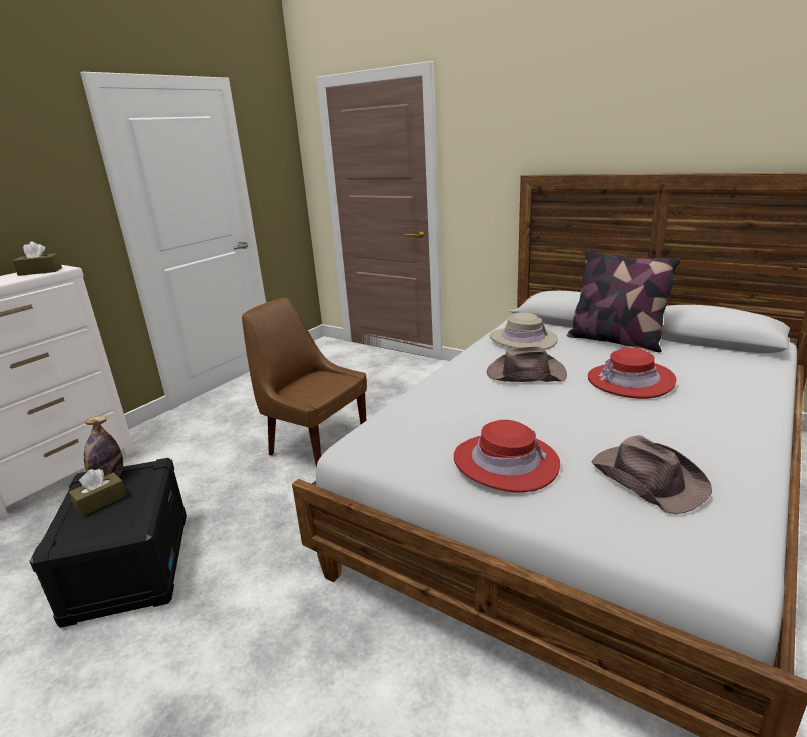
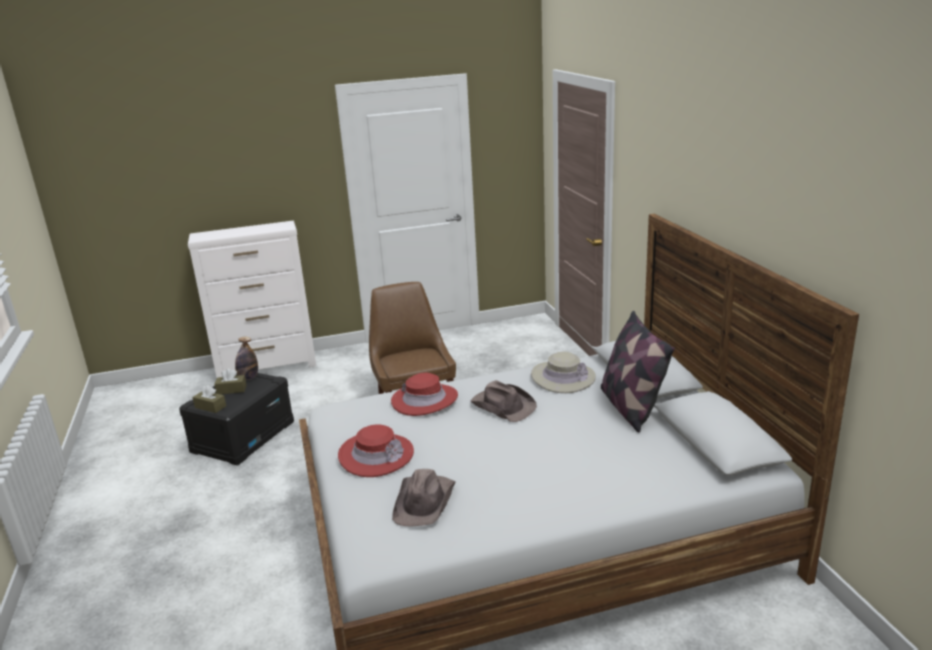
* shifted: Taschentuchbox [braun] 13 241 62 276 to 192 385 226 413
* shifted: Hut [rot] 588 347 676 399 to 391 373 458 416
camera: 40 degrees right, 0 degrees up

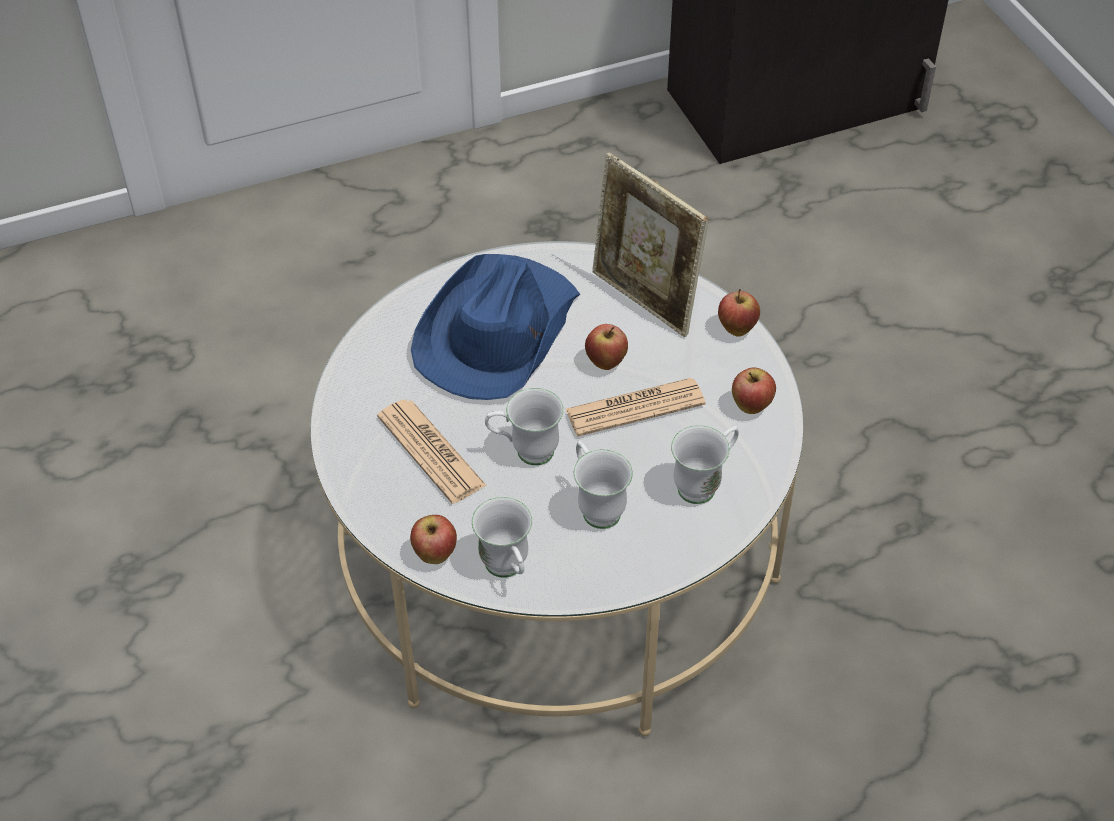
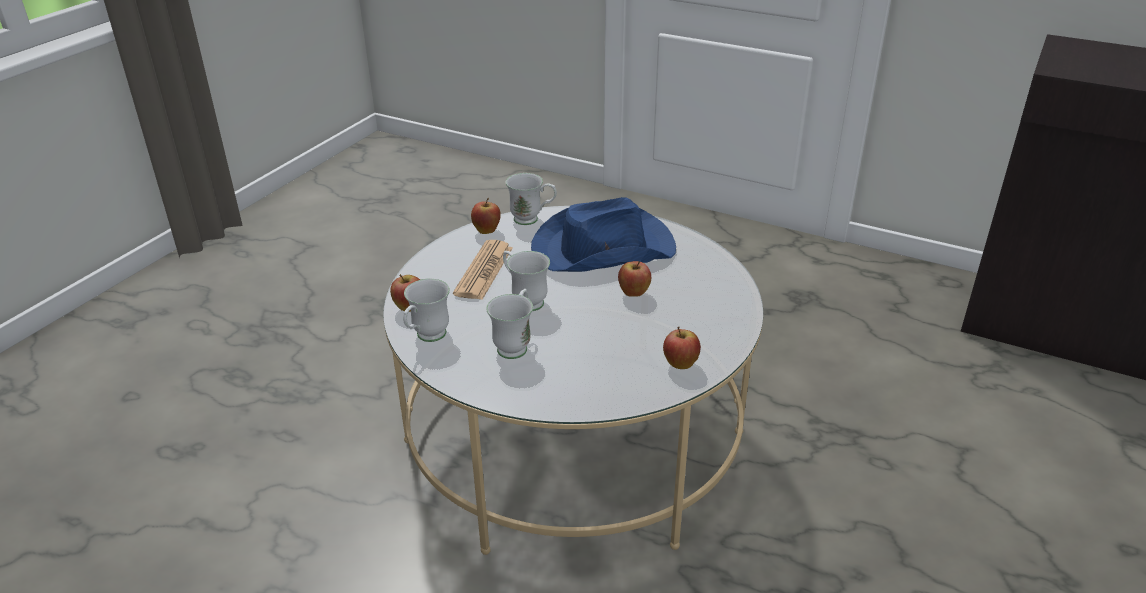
* shifted: Apfel 718 289 760 336 to 471 198 501 234
* shifted: Henkelbecher [weiß] 671 425 739 504 to 505 173 557 225
* gone: Zeitung 565 378 706 436
* gone: Bilderrahmen 592 152 709 337
camera: 50 degrees right, 15 degrees down

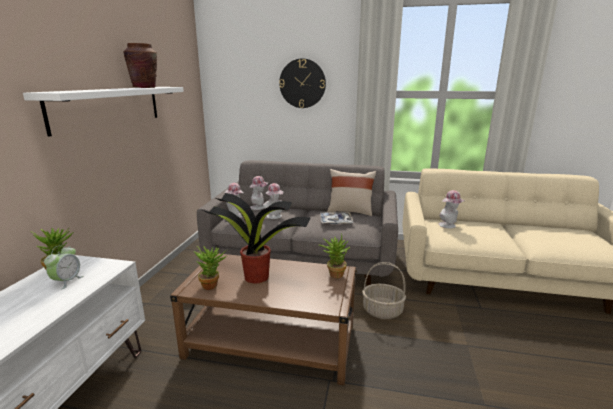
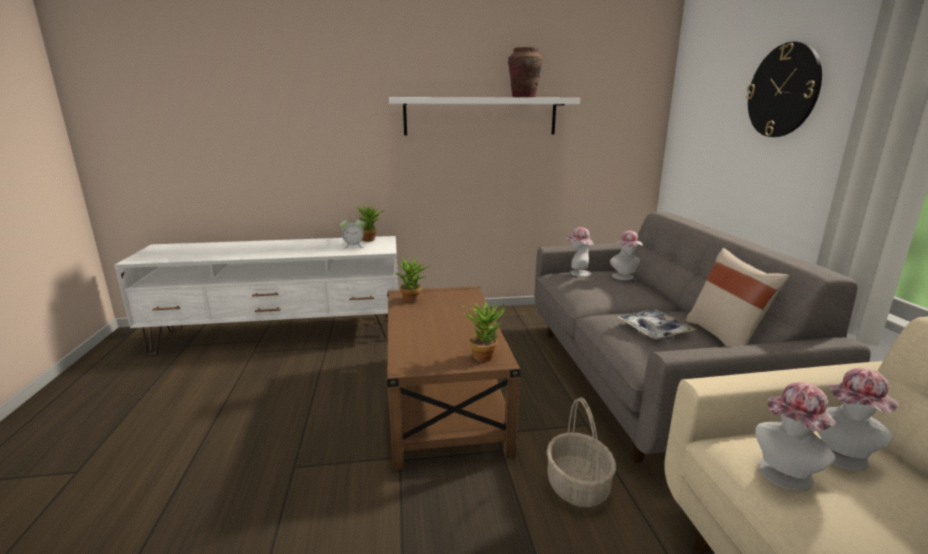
* shifted: Hut 263 183 283 219 to 755 382 836 491
* gone: Topfpflanze 203 193 311 283
camera: 70 degrees right, 0 degrees up

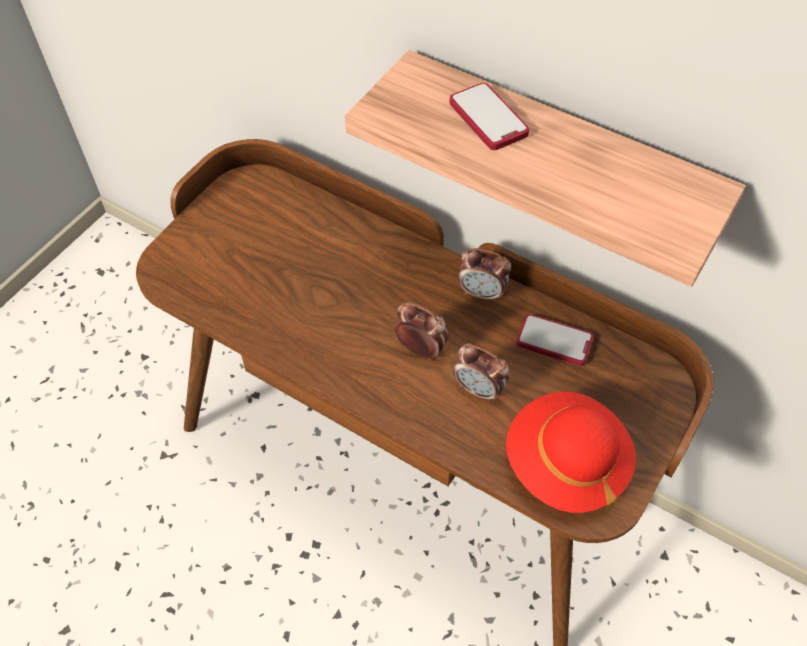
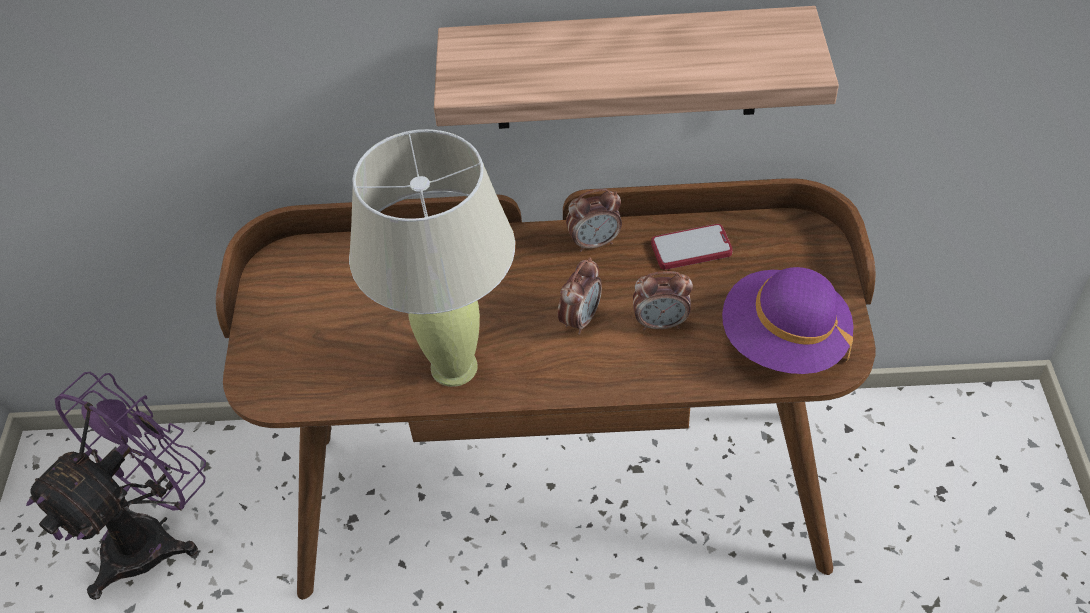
* new: Ventilator [lila] 26 372 206 600
* new: Tischlampe [beige] 349 129 515 387
* rotated: Wecker 395 302 448 360 = 558 257 602 335 120 degrees clockwise
* repainted: Hut [rot] 506 392 636 515 to Hut [lila] 722 267 854 374
* gone: Handy 449 83 529 150
camera: 30 degrees left, 5 degrees down

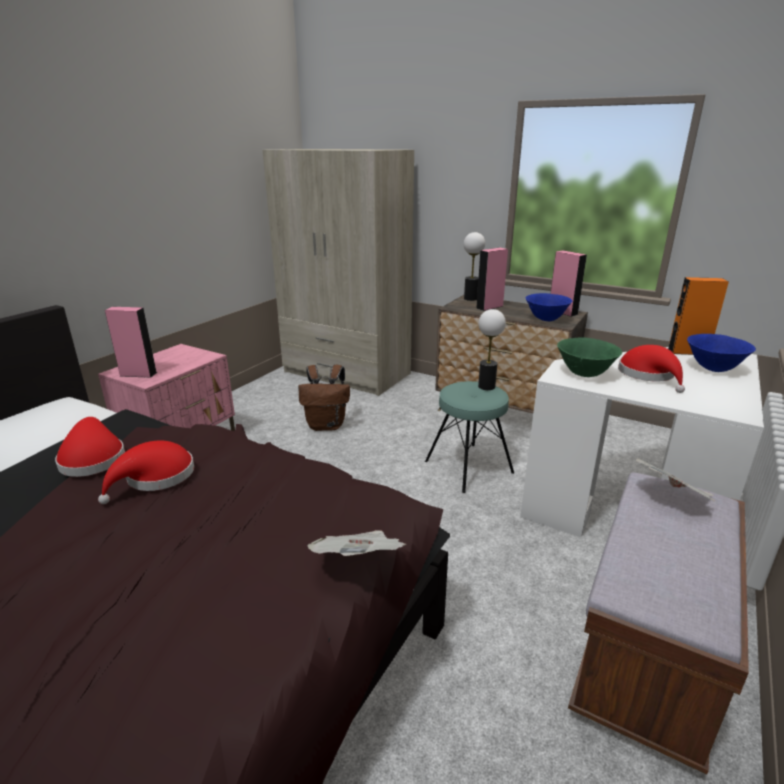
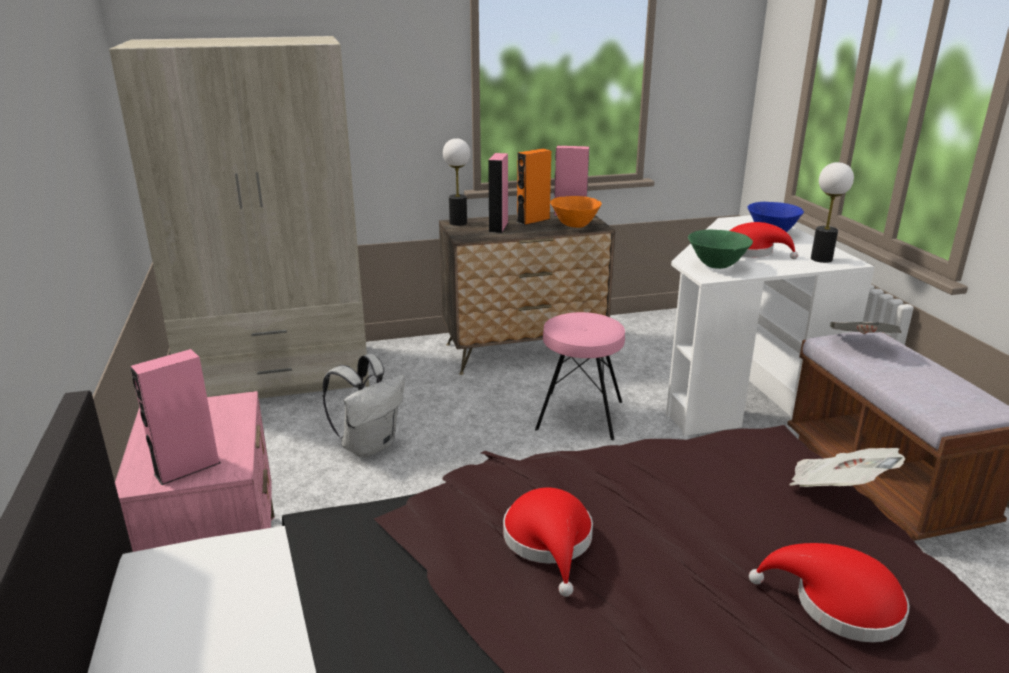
* repainted: Rucksack [braun] 298 365 350 431 to Rucksack [weiß] 323 354 405 458
* shifted: Lautsprecher [orange] 668 277 729 355 to 517 148 551 225
* repainted: Hocker [türkis] 425 381 514 493 to Hocker [rosa] 535 312 625 440
* repainted: Schüssel [blau] 526 293 572 321 to Schüssel [orange] 550 196 602 228
* shifted: Hut [rot] 55 417 125 477 to 749 543 910 642
* shifted: Tischlampe 478 309 506 390 to 811 162 854 263
camera: 45 degrees left, 0 degrees up

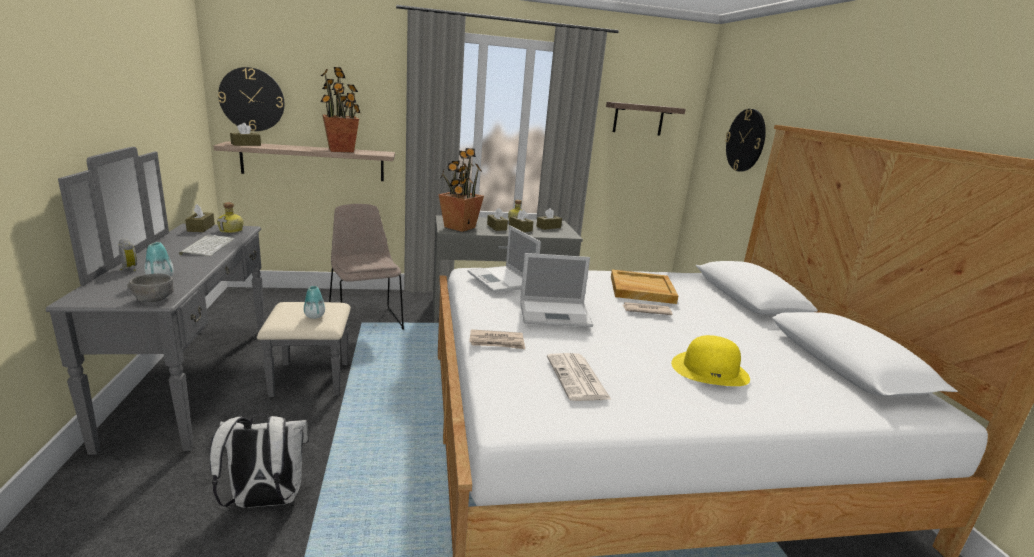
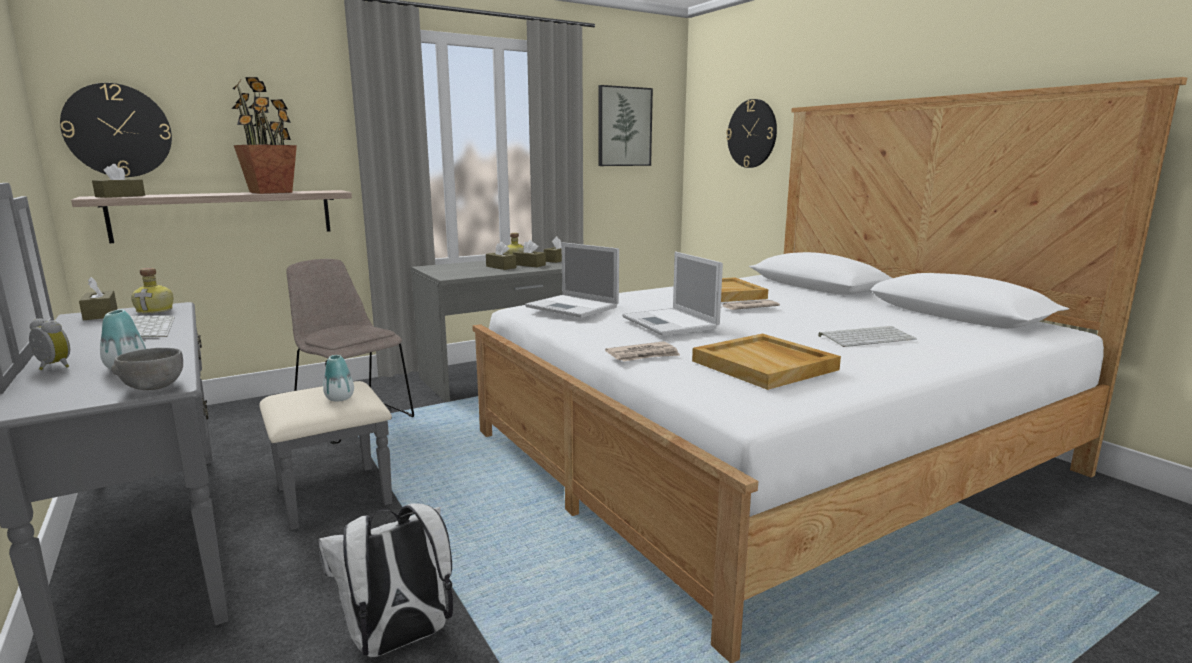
* swapped: Wandregal 606 102 686 136 to Bild 598 85 653 166
* rotated: Laptop 520 253 593 327 = 622 252 723 336 90 degrees clockwise
* swapped: Zeitung 547 353 612 401 to Tablett [beige] 692 334 841 390
* swapped: Hut [gelb] 671 335 750 386 to Tastatur 818 326 917 347
* gone: Topfpflanze 439 148 484 232
camera: 20 degrees left, 5 degrees down

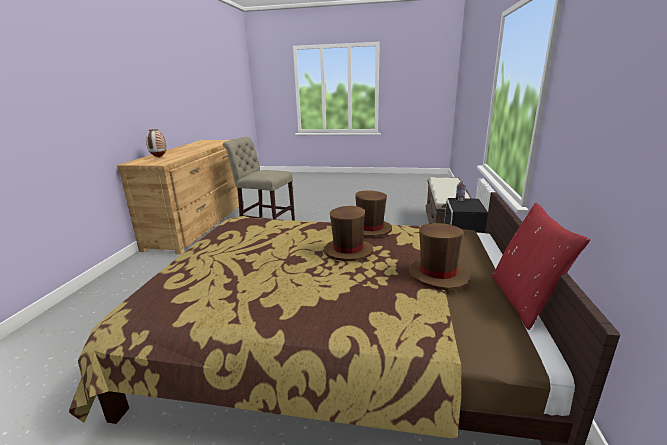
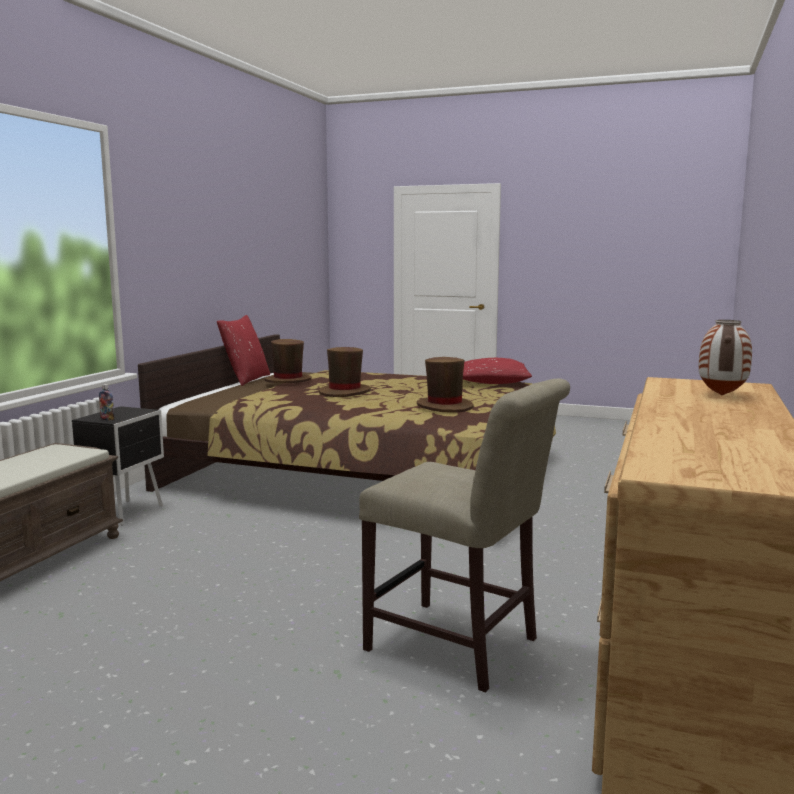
* shifted: Hut [braun] 355 190 392 237 to 417 357 474 413
* new: Kissen [rot] 463 358 532 384
camera: 170 degrees left, 10 degrees down

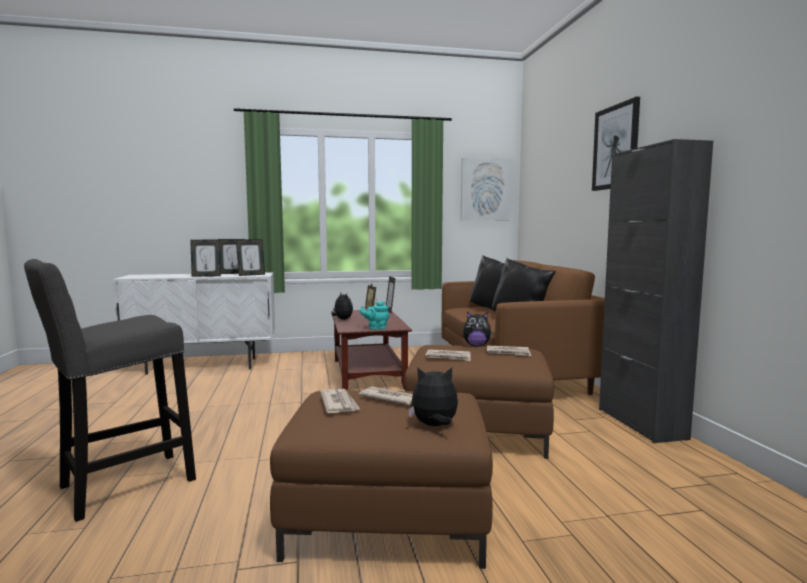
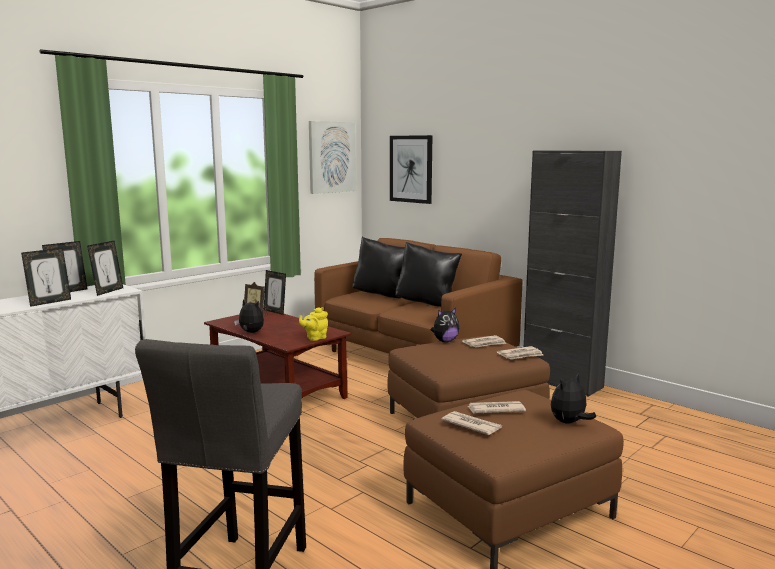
* repainted: Teekanne [türkis] 360 301 389 330 to Teekanne [gelb] 299 307 328 341
* shifted: Bild 592 97 640 191 to 390 135 432 204
* shifted: Zeitung 426 349 471 361 to 497 346 543 359
camera: 35 degrees left, 5 degrees up

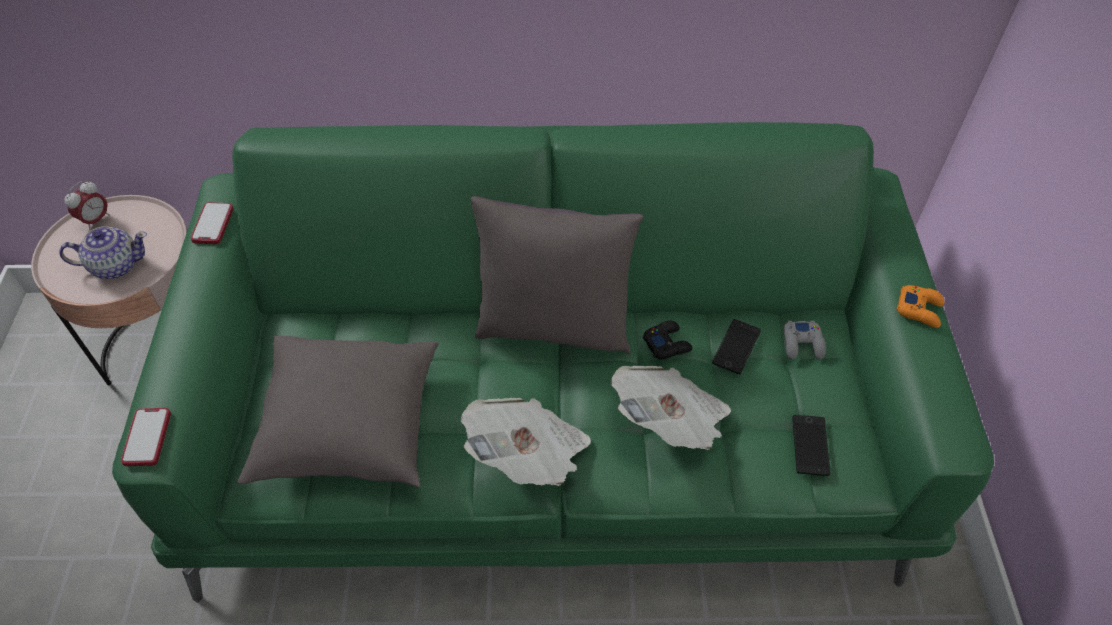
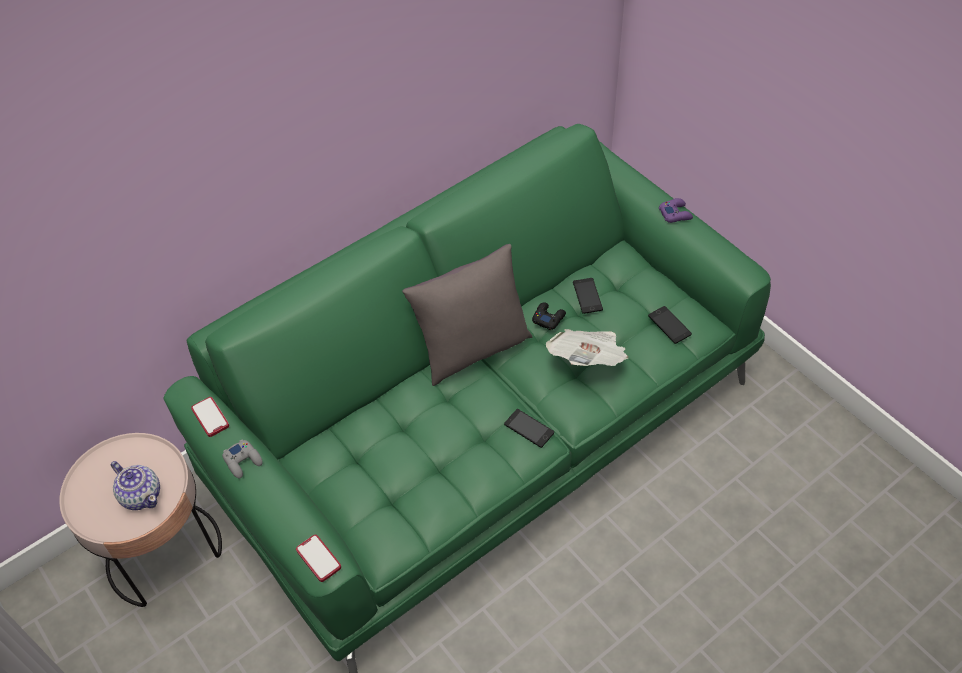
* rotated: Teekanne 59 226 147 279 = 111 461 160 510 90 degrees clockwise
* shifted: Gamepad [grau] 784 321 826 359 to 222 439 263 478
* swapped: Zeitung 461 398 591 486 to Handy 504 409 554 448
* repainted: Gamepad [orange] 897 285 945 328 to Gamepad [lila] 659 198 693 223
* gone: Wecker 64 180 110 230
* gone: Kissen [grau] 238 335 438 488
camera: 35 degrees left, 0 degrees up

